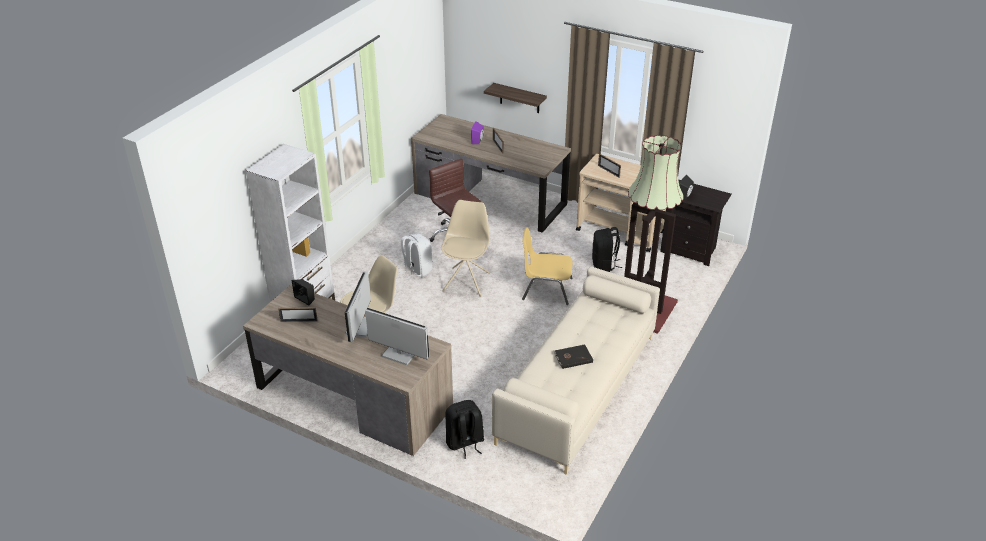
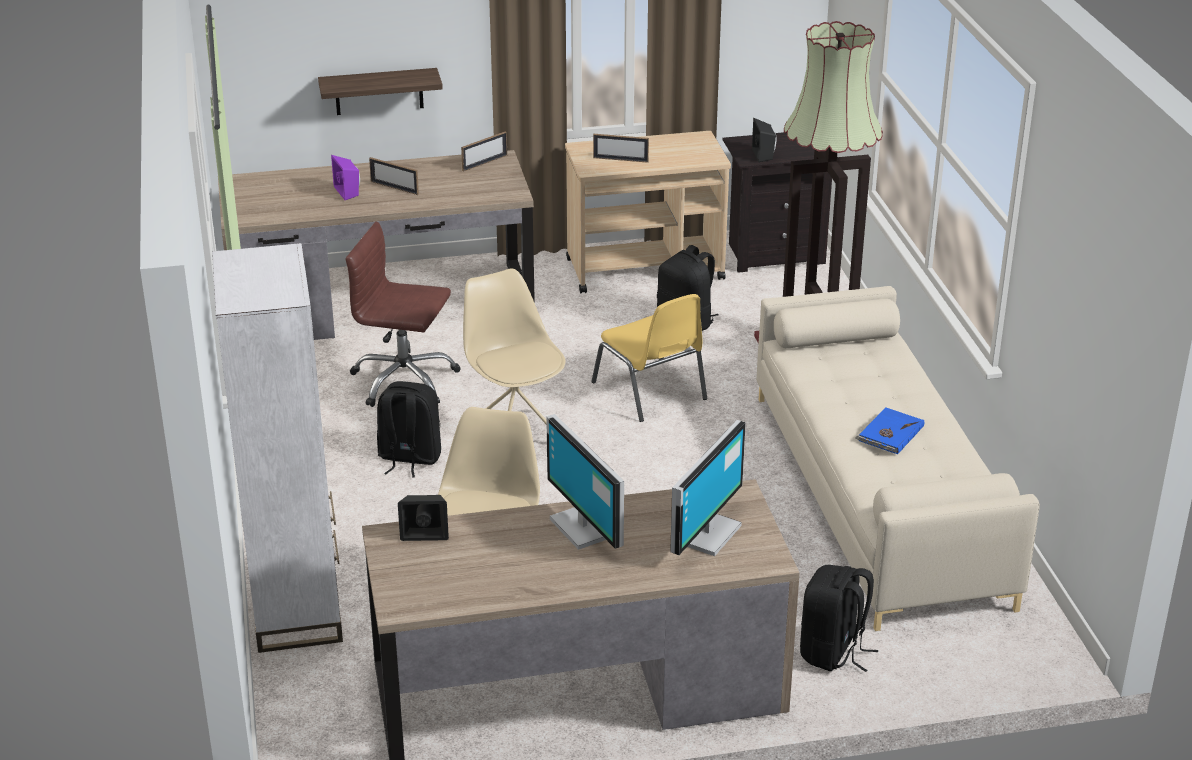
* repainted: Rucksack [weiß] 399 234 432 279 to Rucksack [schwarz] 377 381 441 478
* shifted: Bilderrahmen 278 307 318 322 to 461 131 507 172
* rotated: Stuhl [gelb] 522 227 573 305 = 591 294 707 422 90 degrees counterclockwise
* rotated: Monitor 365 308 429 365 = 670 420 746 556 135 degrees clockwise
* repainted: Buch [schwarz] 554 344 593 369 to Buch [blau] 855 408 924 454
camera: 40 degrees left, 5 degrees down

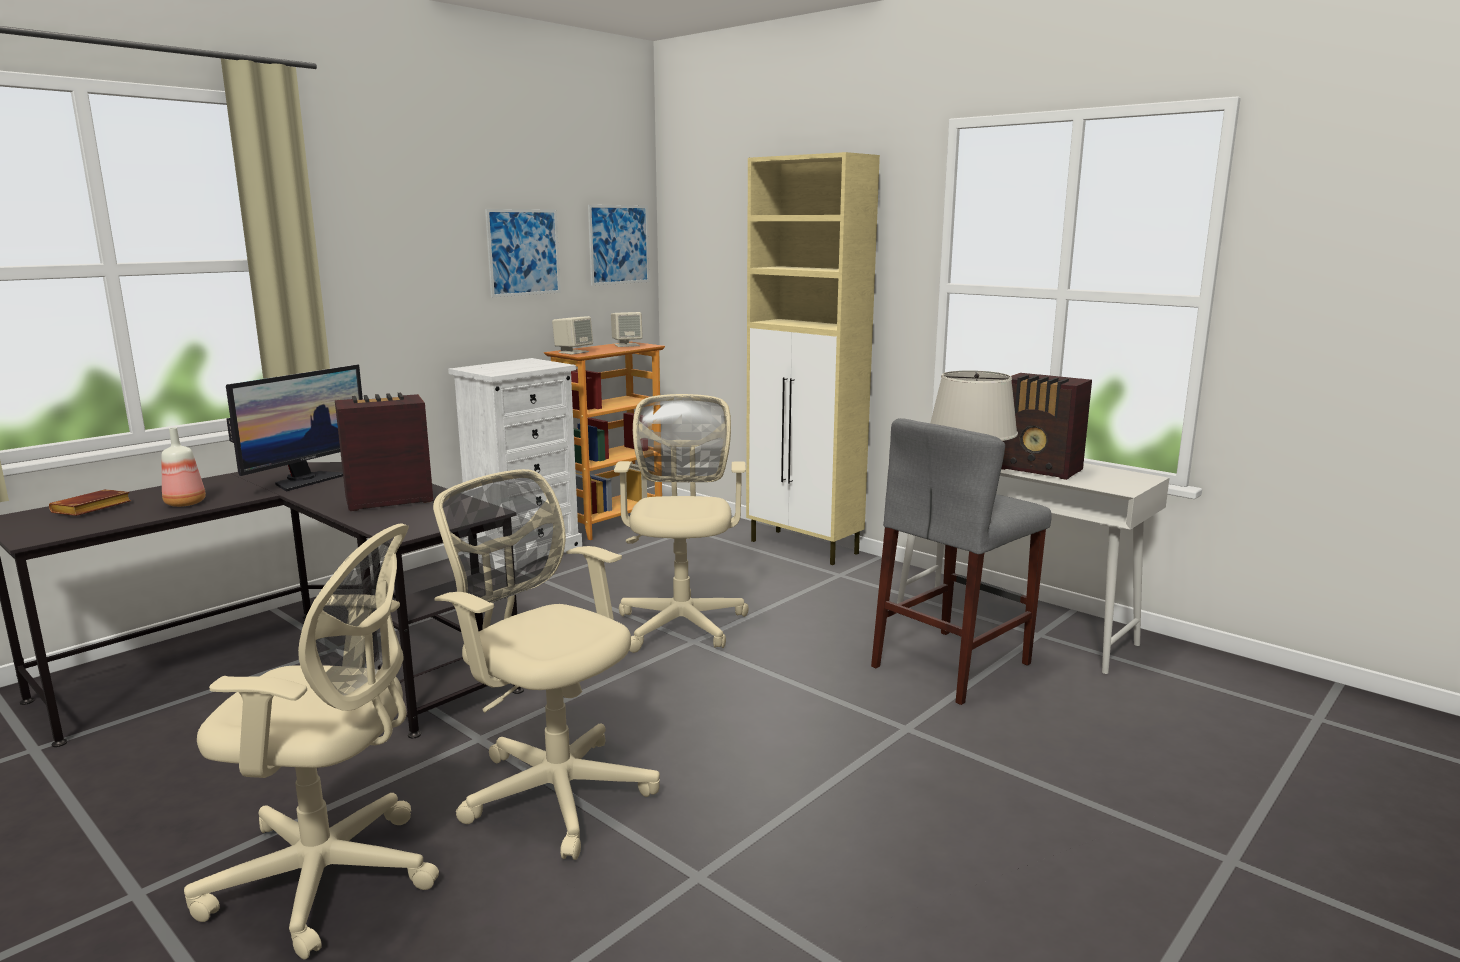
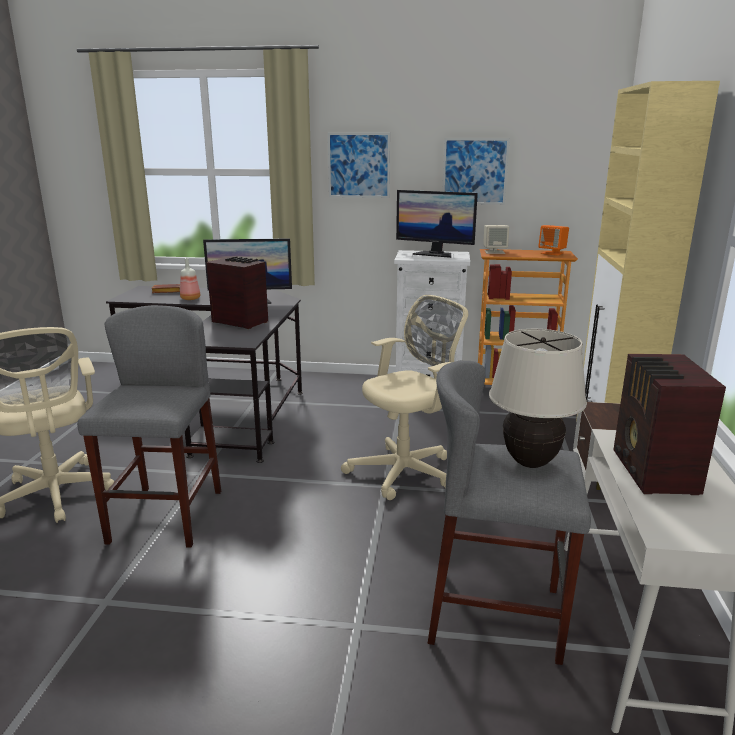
* swapped: Bürostuhl [beige] 433 469 660 860 to Hocker [grau] 77 305 221 548
* shifted: Bild 588 205 649 286 to 328 133 390 198
* new: Monitor 396 190 478 258
* repainted: Lautsprecher [beige] 611 312 643 347 to Lautsprecher [orange] 538 225 569 256
camera: 55 degrees right, 5 degrees up

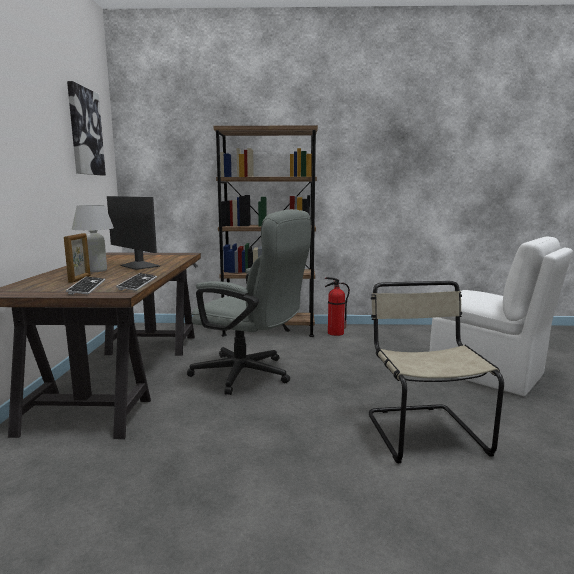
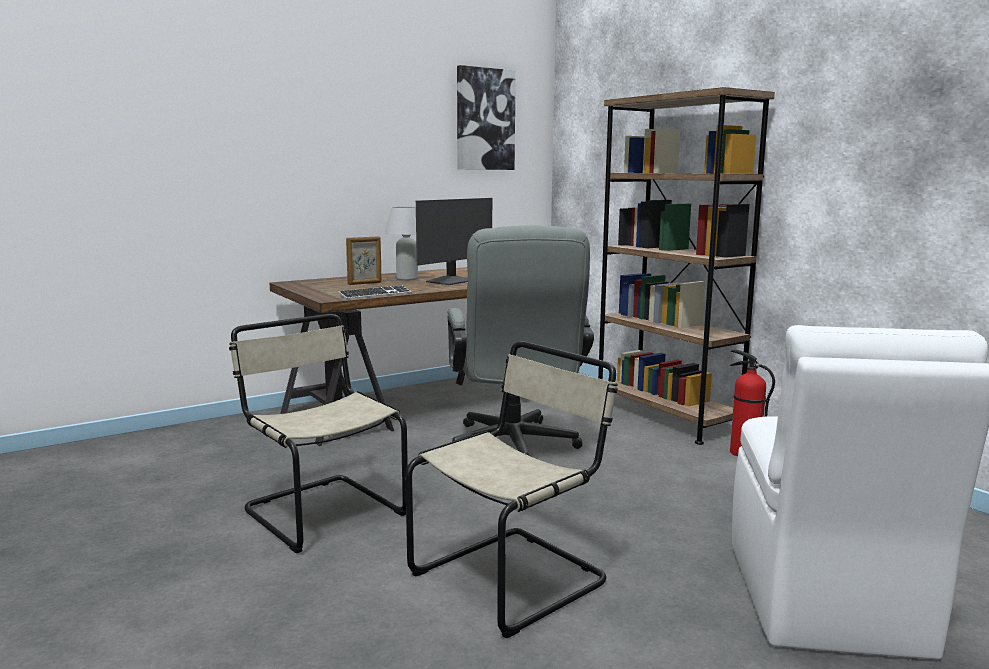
* new: Stuhl [beige] 229 314 408 553
* rotated: Monitor 107 196 160 270 = 416 198 492 285 150 degrees counterclockwise
* gone: Tastatur 66 276 105 295
camera: 55 degrees right, 0 degrees up

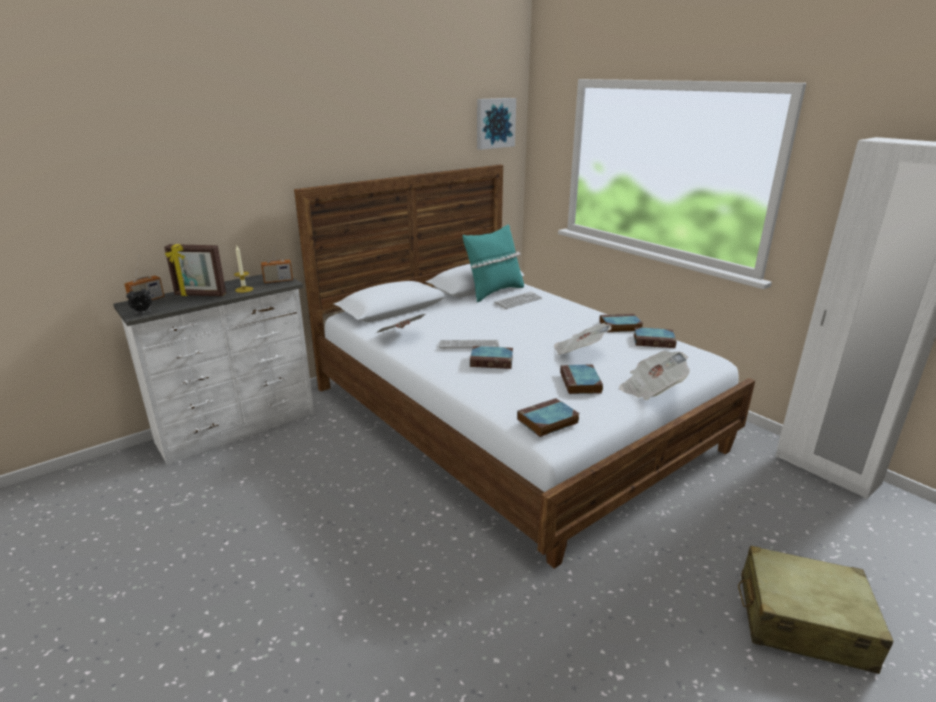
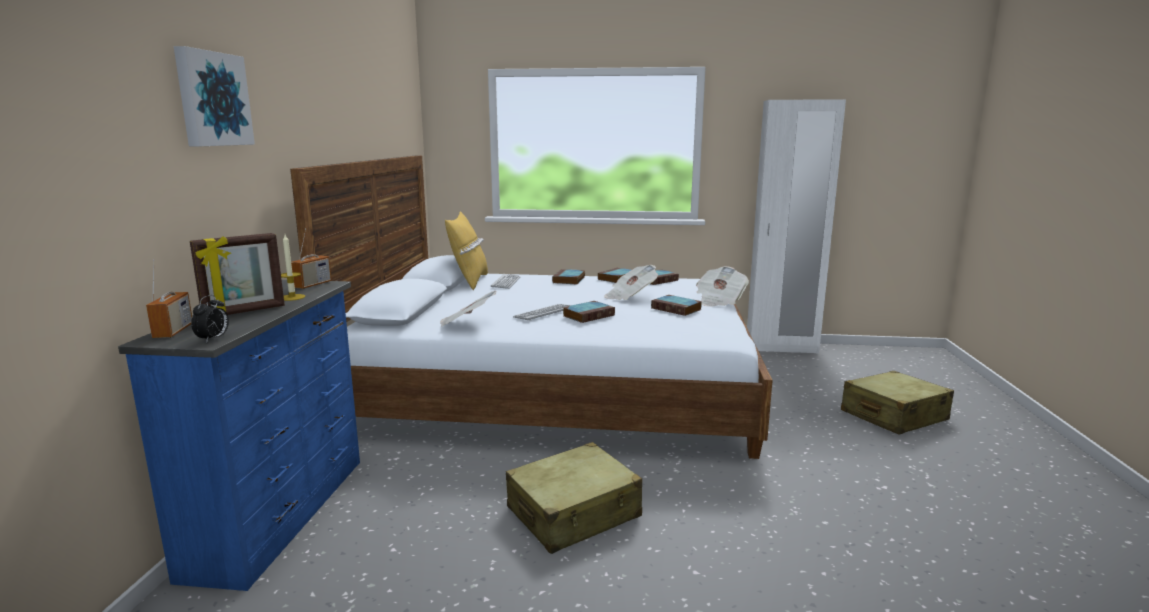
* repainted: Kommode [weiß] 113 274 314 465 to Kommode [blau] 118 280 360 591
* shifted: Bild 477 98 516 150 to 174 46 255 146
* repainted: Kissen [türkis] 462 225 524 302 to Kissen [gelb] 445 211 488 290
* new: Koffer [beige] 506 442 642 554
* shifted: Buch 517 398 580 437 to 552 269 585 284
camera: 45 degrees left, 10 degrees down

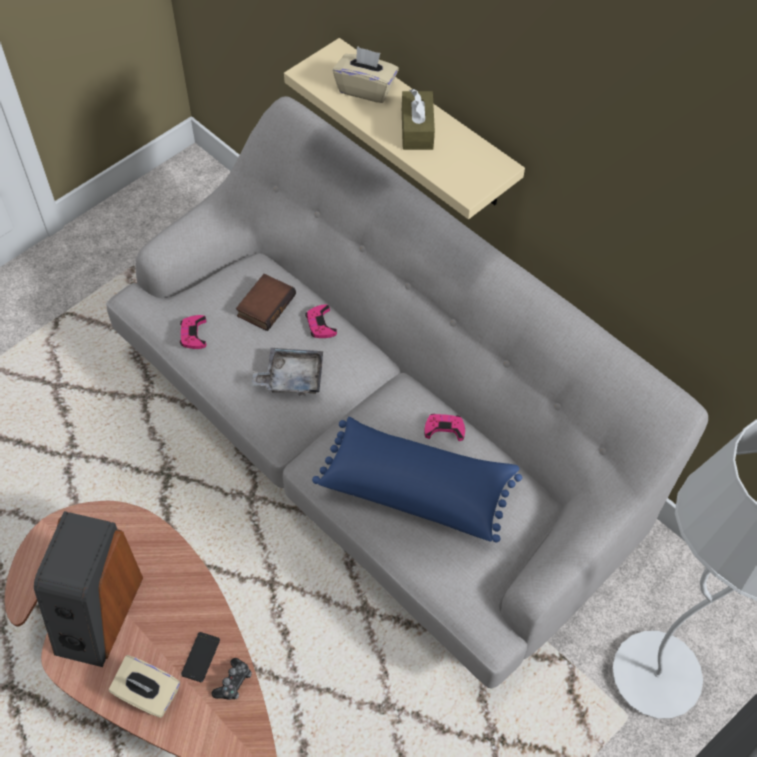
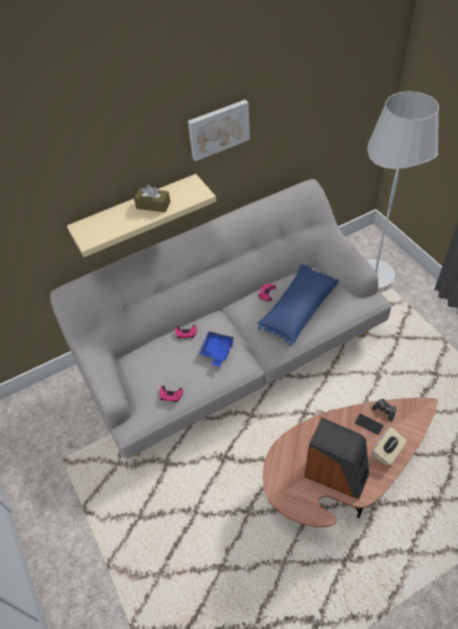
* new: Bild 188 100 250 161
* repainted: Tablett [grau] 251 348 323 396 to Tablett [blau] 199 331 234 367
* gone: Buch 236 274 296 331
* gone: Taschentuchbox [beige] 333 46 399 103
camera: 70 degrees left, 5 degrees down

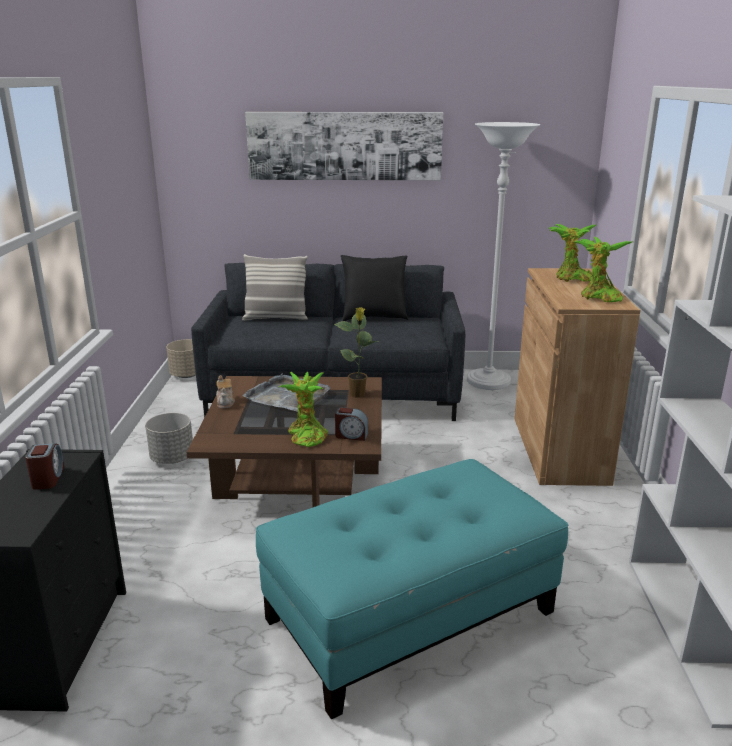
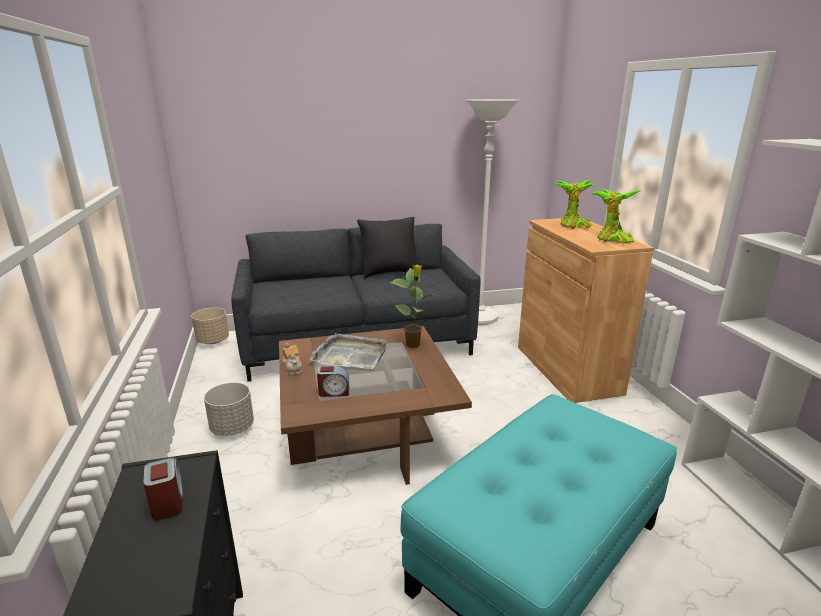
* shifted: Wecker 335 407 368 441 to 317 366 349 397
* gone: Kissen 242 254 308 321
* gone: Bild 245 112 443 180
* gone: Topfpflanze 279 371 328 447
camera: 15 degrees left, 0 degrees up

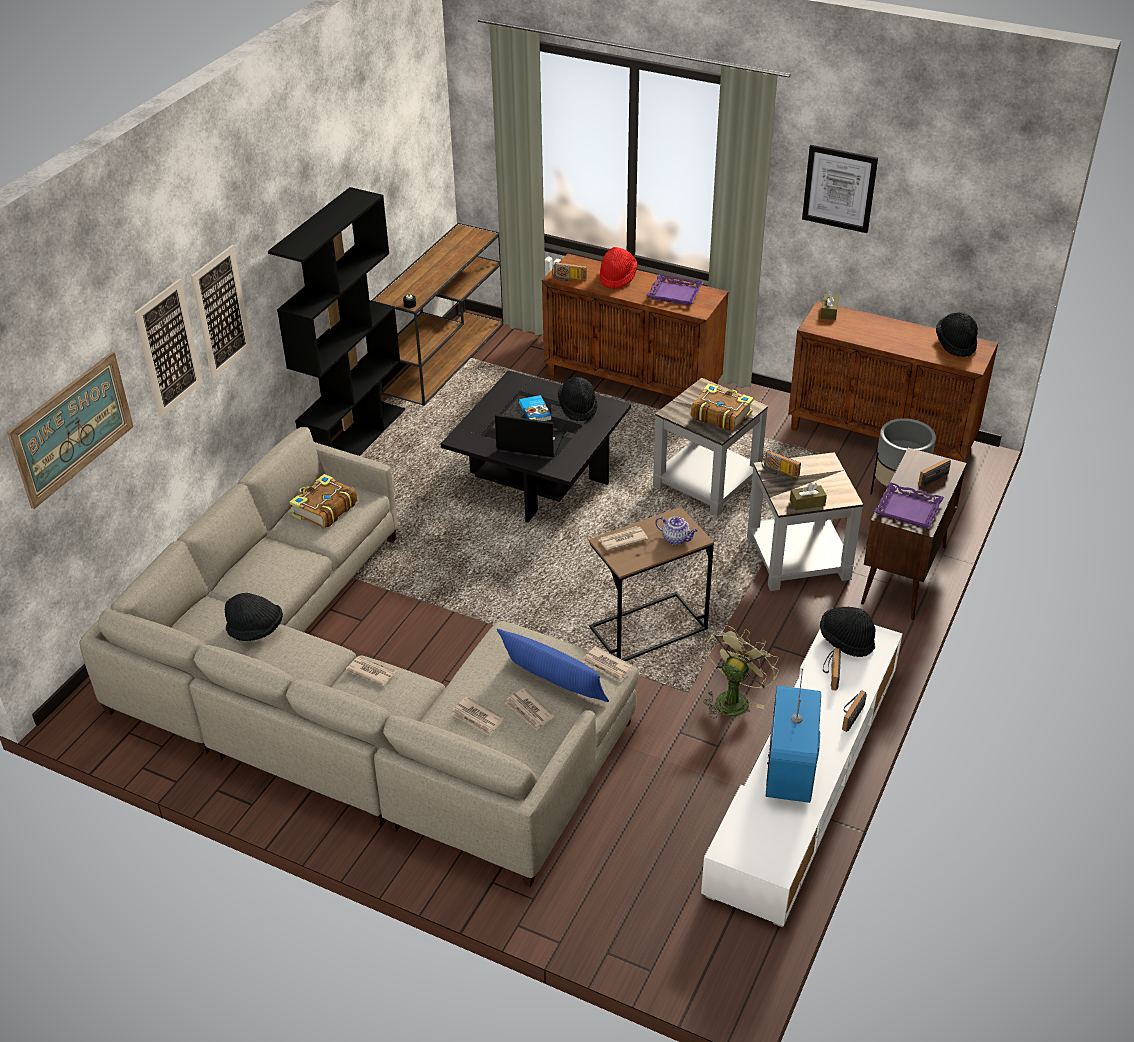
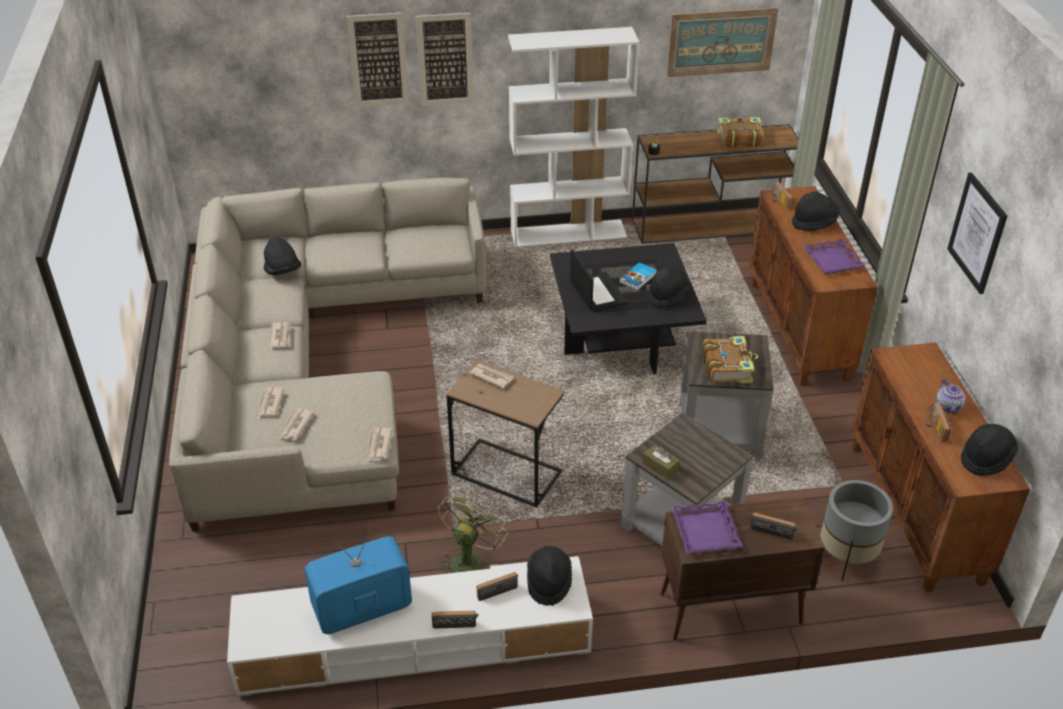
* rotated: Ventilator [grün] 703 625 779 719 = 438 491 508 573 60 degrees counterclockwise
* repainted: Bücherregal [schwarz] 268 187 405 456 to Bücherregal [weiß] 508 27 640 247
* shifted: Bild 7 352 134 509 to 667 8 778 77
* shifted: Buch 289 474 357 529 to 717 117 764 147
* repainted: Hut [rot] 599 247 637 289 to Hut [schwarz] 792 191 840 231
* shifted: Radio 761 450 801 478 to 925 402 951 442
* shifted: Teekanne 655 516 698 545 to 936 379 965 414
* gone: Kissen [blau] 497 629 609 702
* gone: Taschentuchbox [braun] 821 291 839 320
camera: 55 degrees right, 0 degrees up

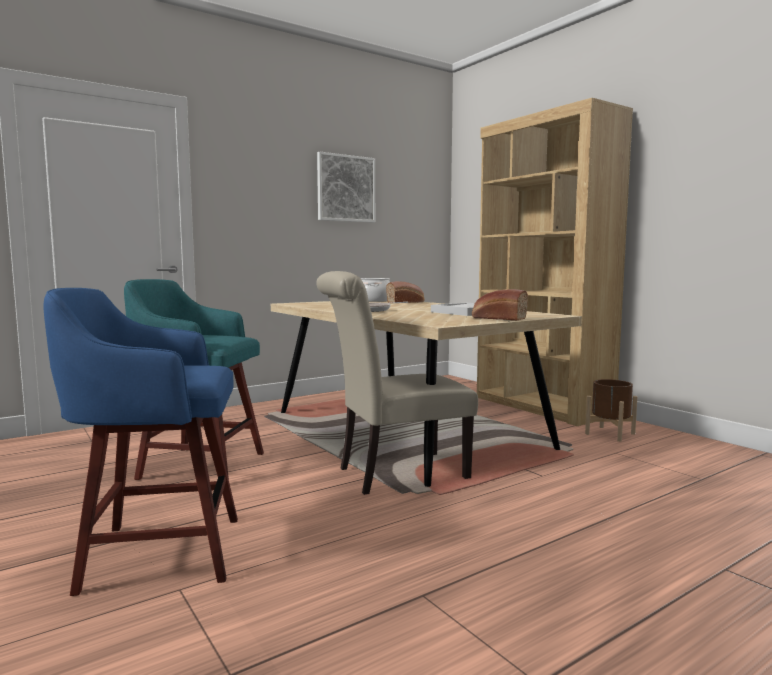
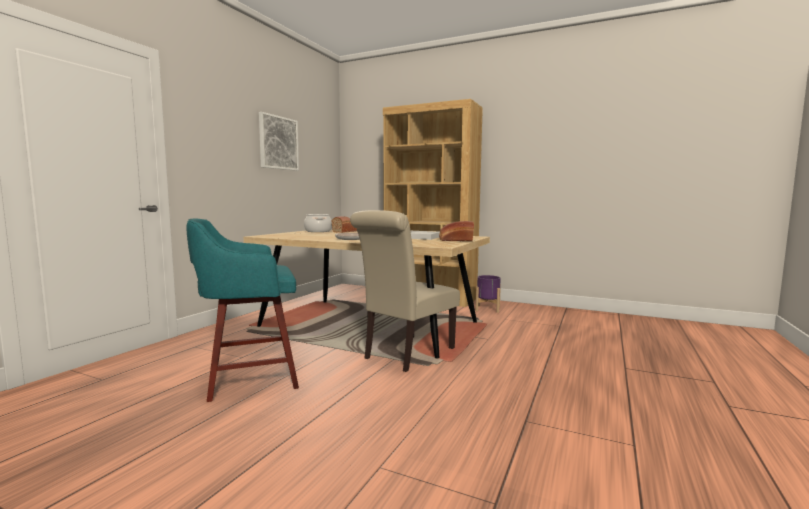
* repainted: Pflanzkübel [braun] 585 379 637 442 to Pflanzkübel [lila] 476 275 501 313
* gone: Hocker [blau] 43 288 238 596
camera: 30 degrees left, 0 degrees up

